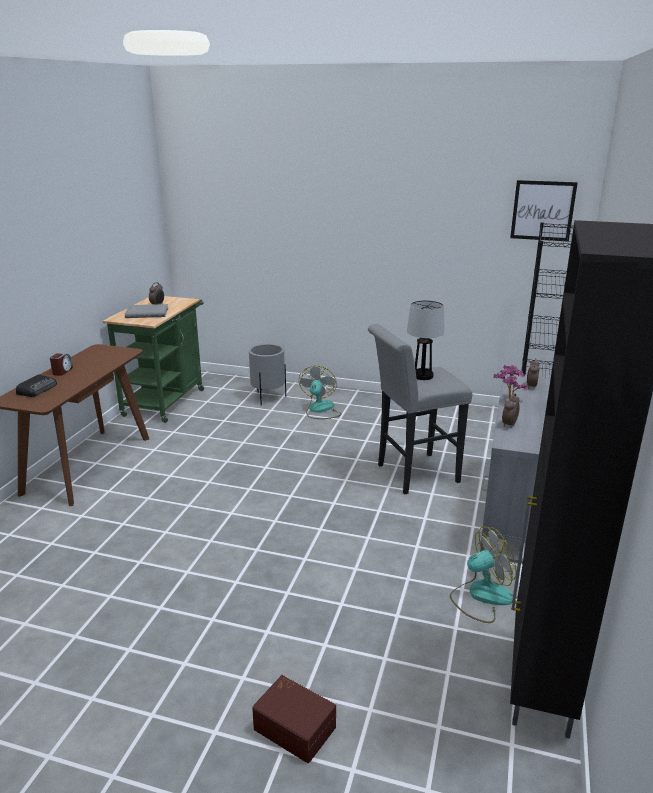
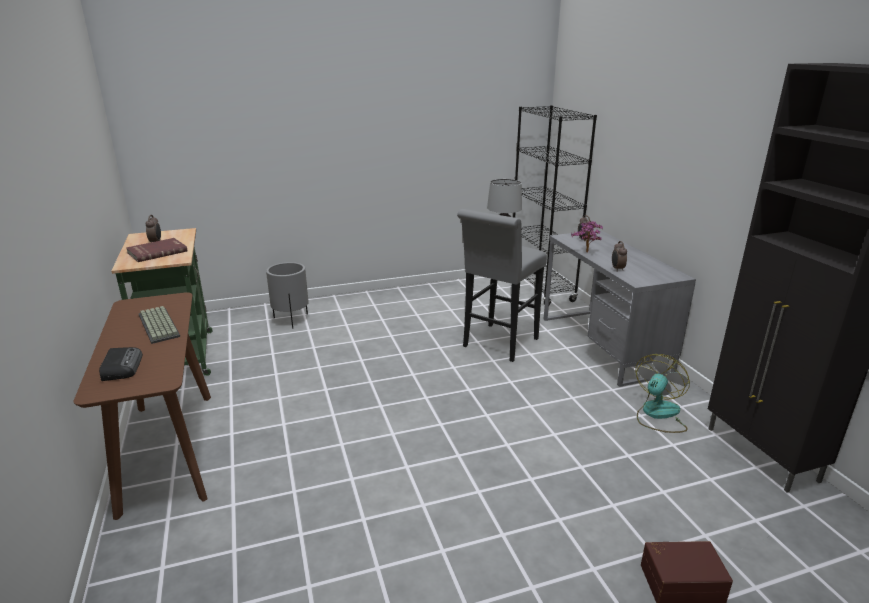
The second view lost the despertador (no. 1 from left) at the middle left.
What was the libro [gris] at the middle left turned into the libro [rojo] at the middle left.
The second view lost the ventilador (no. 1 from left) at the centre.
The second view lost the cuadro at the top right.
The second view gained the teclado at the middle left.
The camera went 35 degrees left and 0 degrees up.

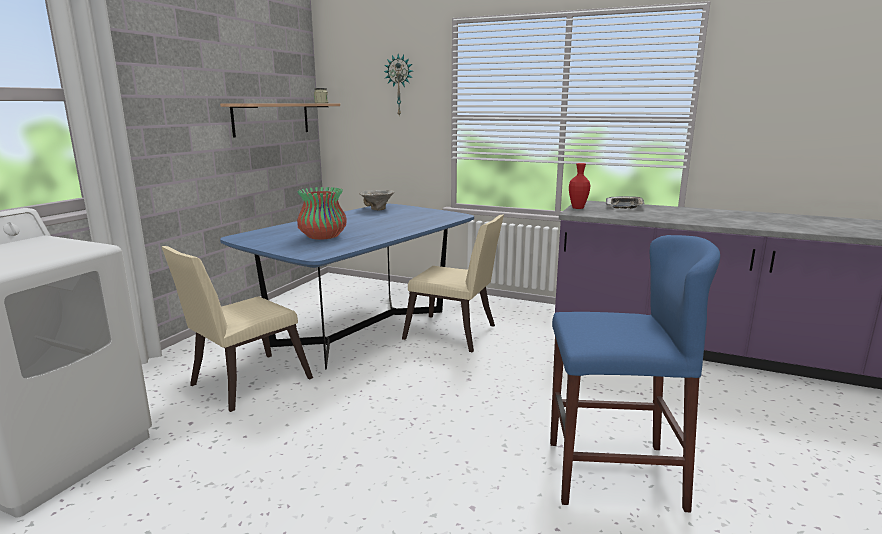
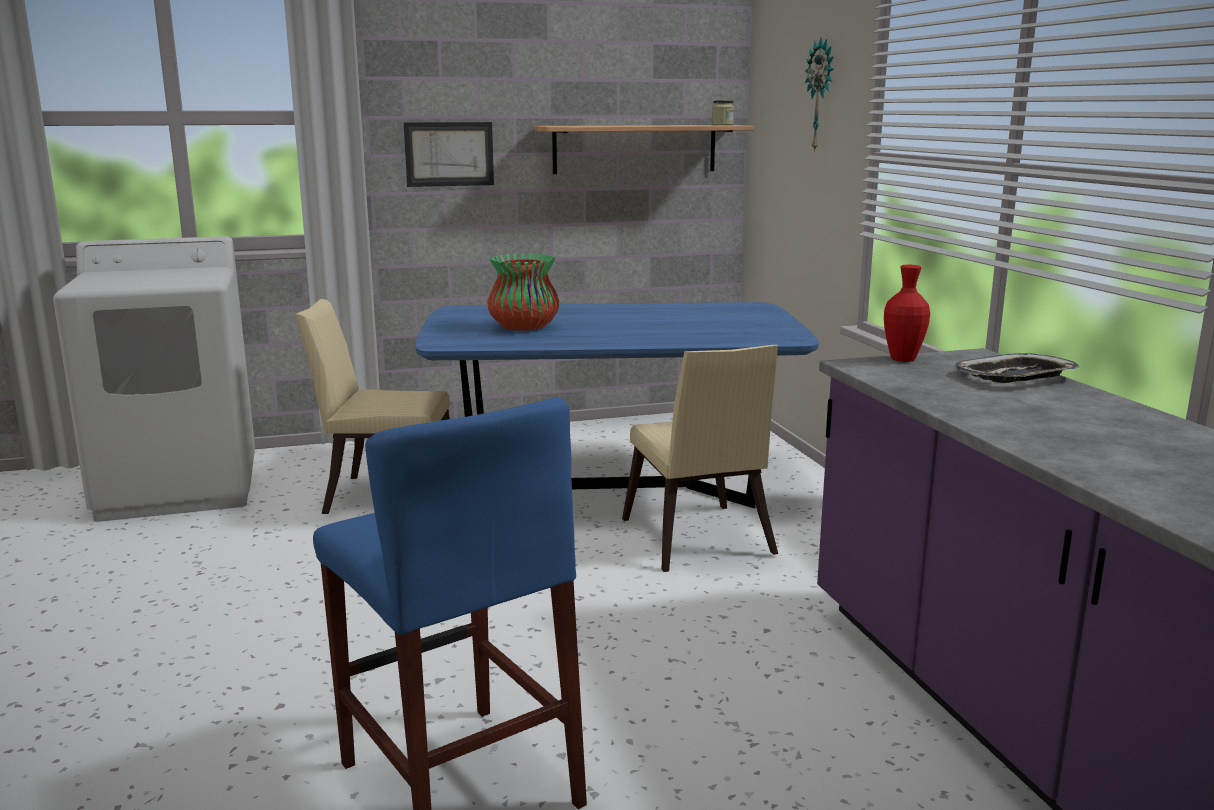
The second view lost the cuenco at the centre.
The second view gained the cuadro at the top centre.
The camera went 50 degrees right and 0 degrees up.

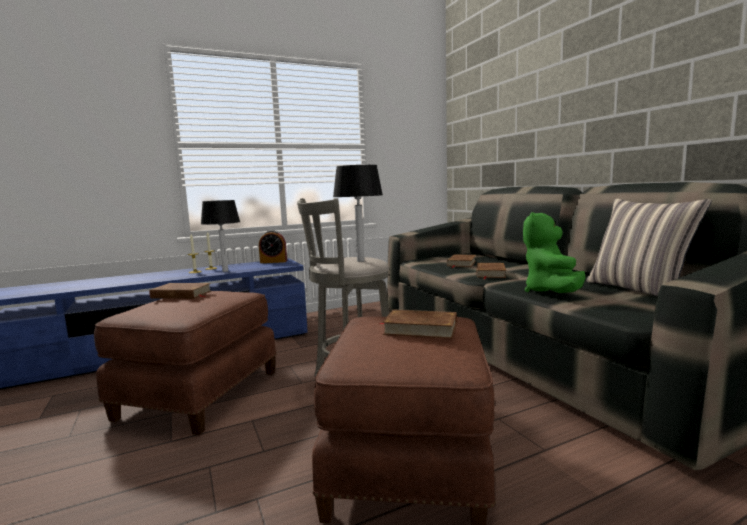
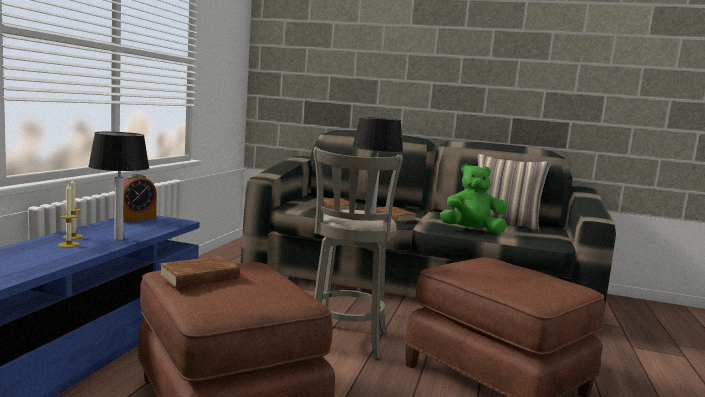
The second view lost the libro [marrón] (no. 2 from left) at the centre.
The peluche [verde] at the middle right ended up facing another way, 120 degrees clockwise from before.
The camera went 50 degrees left and 0 degrees up.

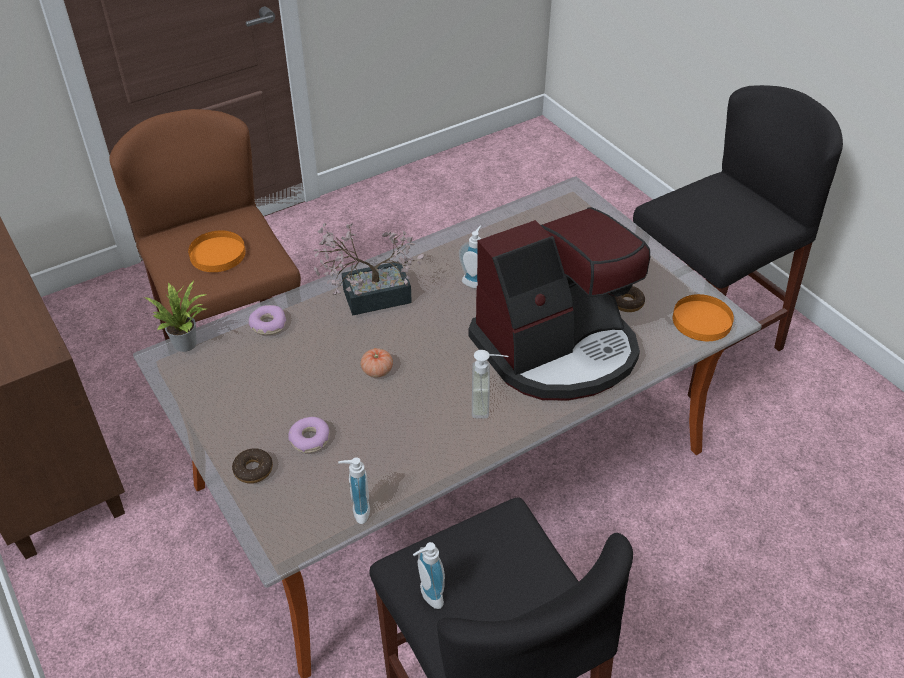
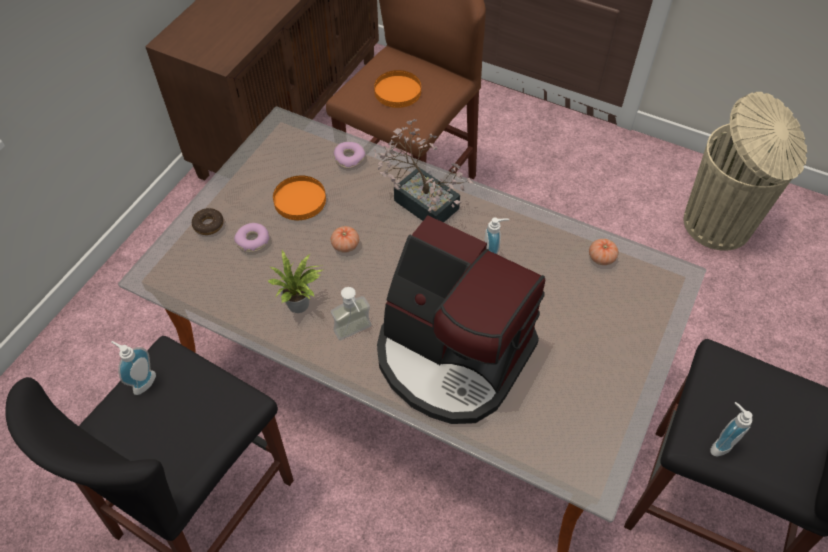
The planta en maceta (no. 1 from left) ended up elsewhere, having gone from the middle left to the centre.
The dispensador de jabón (no. 1 from left in the first image) ended up elsewhere, having gone from the bottom centre to the bottom right.
The second view lost the rosquilla (no. 4 from left) at the middle right.
The plato [naranja] (no. 2 from left in the first image) ended up elsewhere, having gone from the middle right to the centre.
The second view gained the tomate (no. 2 from left) at the middle right.
The second view gained the papelera [beis] at the top right.
The camera went 60 degrees right and 10 degrees up.

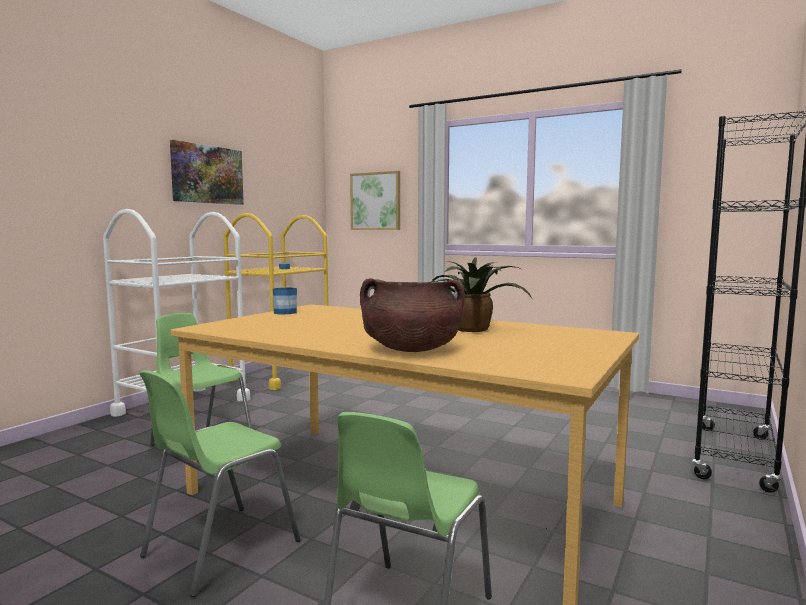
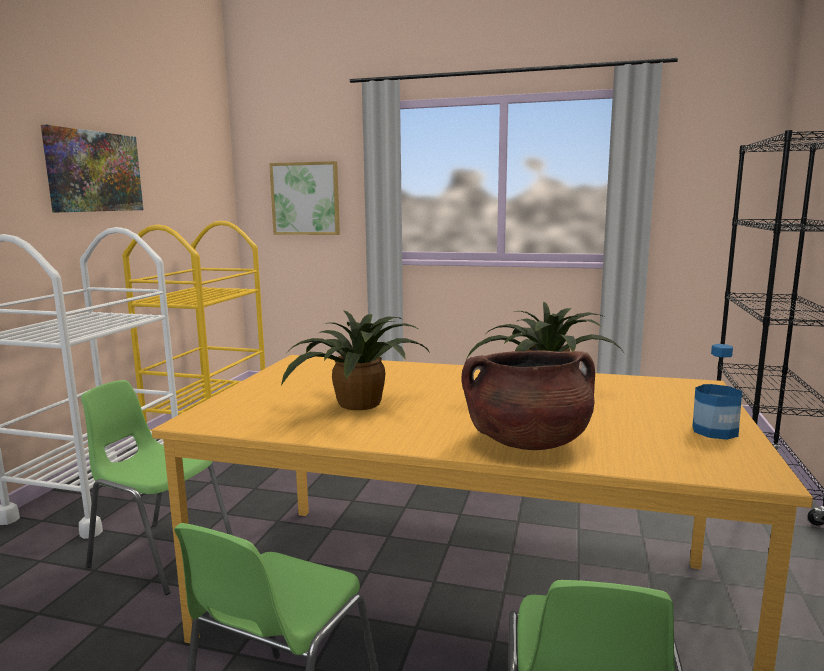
The botella ended up elsewhere, having gone from the centre to the middle right.
The second view gained the planta en maceta (no. 1 from left) at the centre.
The camera went 15 degrees left and 5 degrees up.

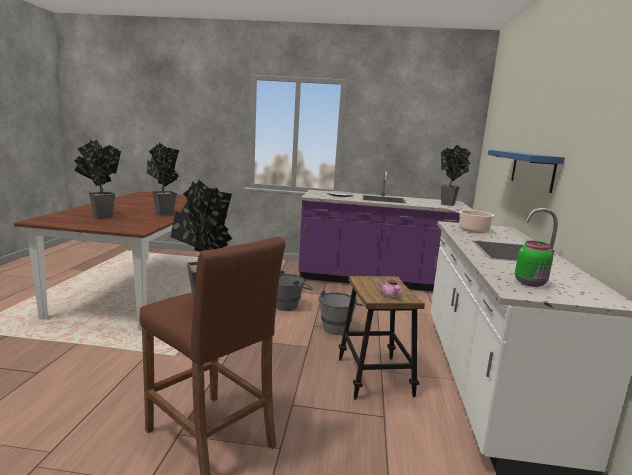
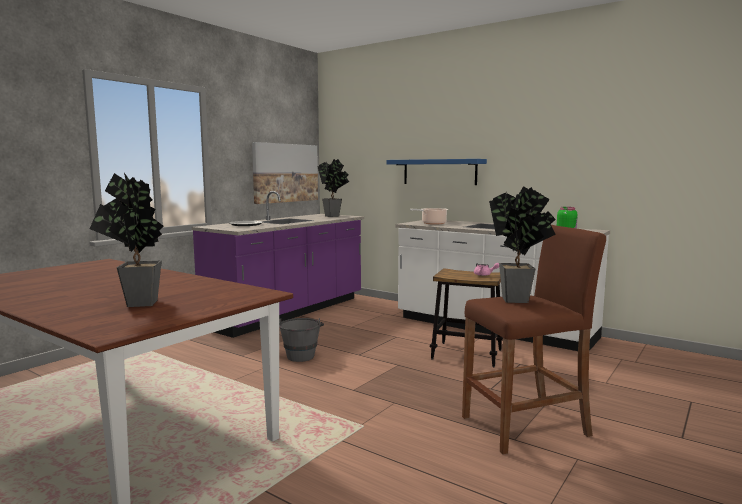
The second view lost the planta en maceta (no. 2 from left) at the middle left.
The second view lost the cubo [gris] (no. 2 from left) at the centre.
The second view gained the cuadro at the centre.
The camera went 60 degrees left and 5 degrees down.

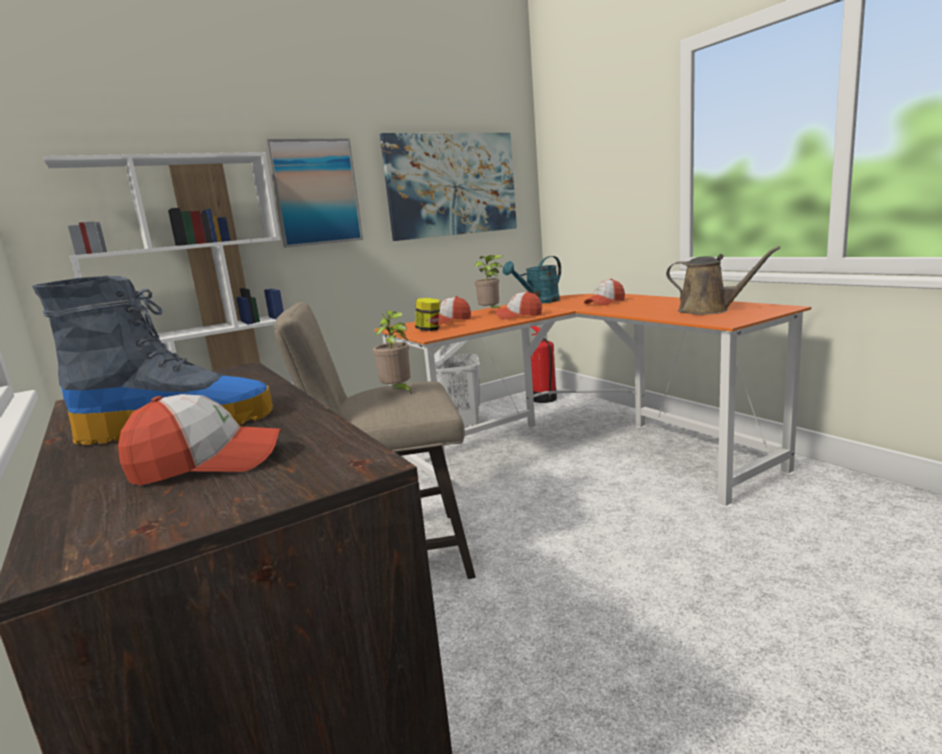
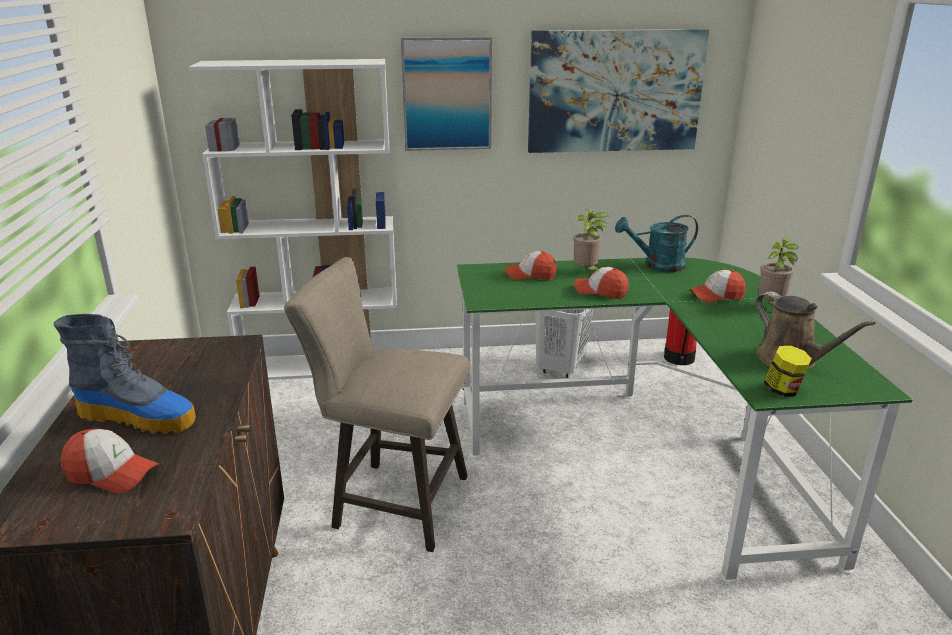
The planta en maceta (no. 1 from left in the first image) ended up elsewhere, having gone from the centre to the middle right.
What was the escritorio [naranja] at the centre turned into the escritorio [verde] at the middle right.
The tarro ended up elsewhere, having gone from the centre to the middle right.
The camera went 25 degrees right and 10 degrees up.

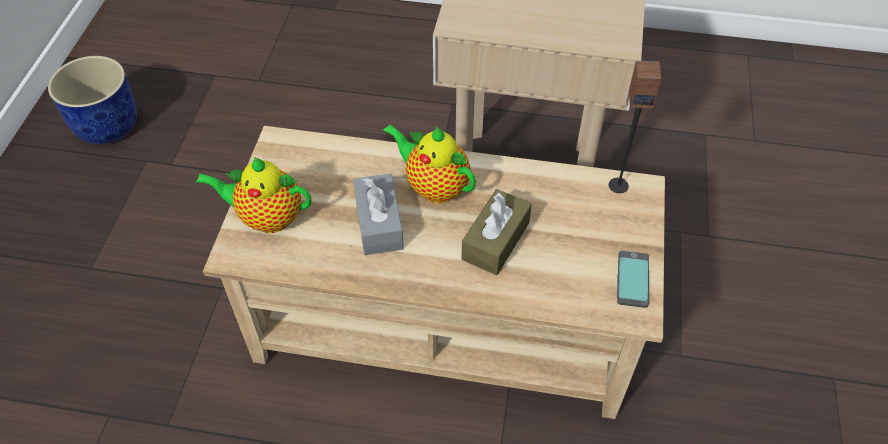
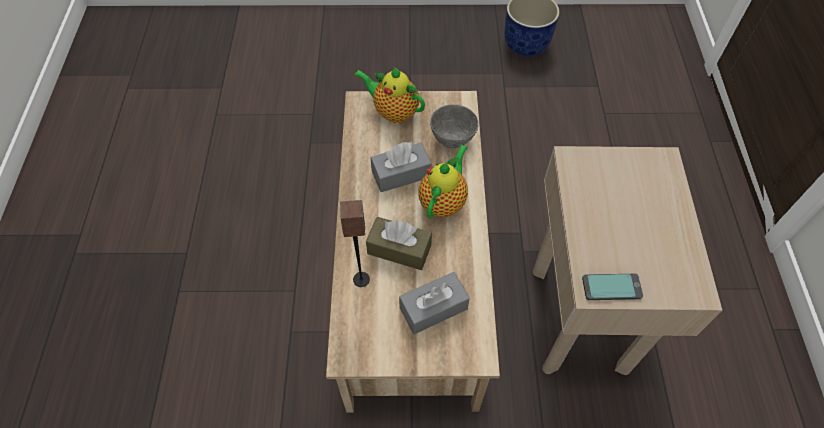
The tetera (no. 1 from left) at the middle left ended up facing another way, 60 degrees counterclockwise from before.
The altavoz ended up elsewhere, having gone from the top right to the centre.
The móvil ended up elsewhere, having gone from the middle right to the bottom right.
The second view gained the caja de pañuelos [gris] (no. 2 from left) at the bottom centre.
The second view gained the cuenco [gris] at the top centre.
The camera went 80 degrees right and 5 degrees up.

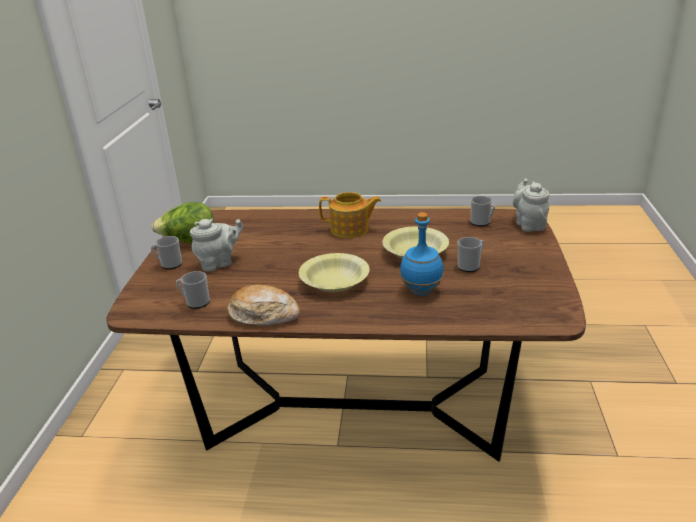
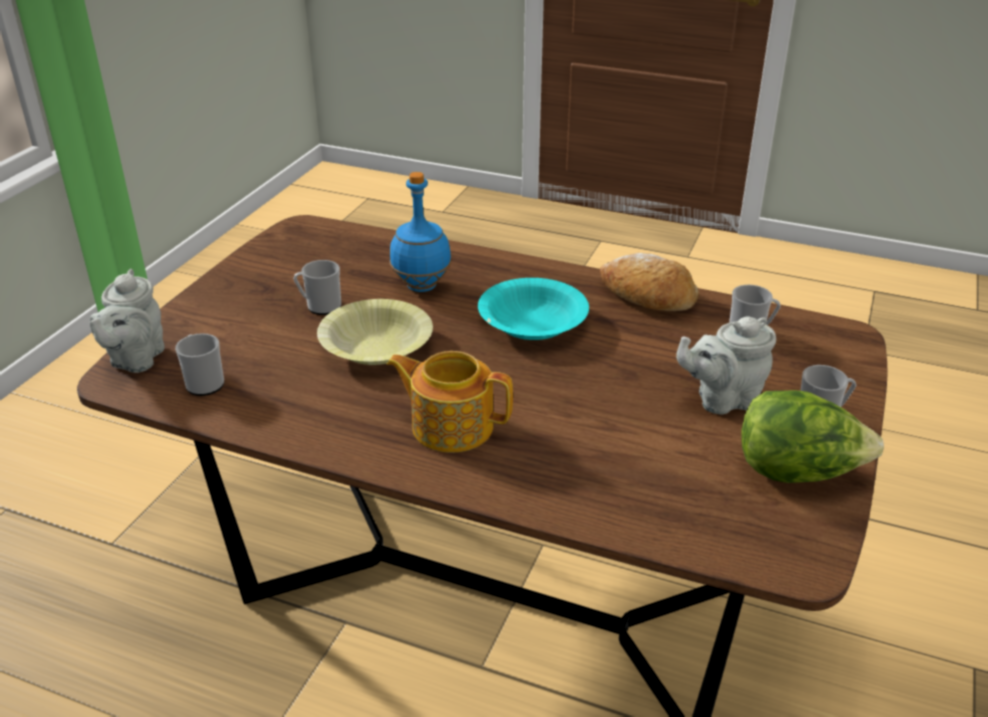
What was the cuenco [amarillo] (no. 1 from left) at the centre turned into the cuenco [turquesa] at the centre.
The camera went 165 degrees left and 5 degrees up.

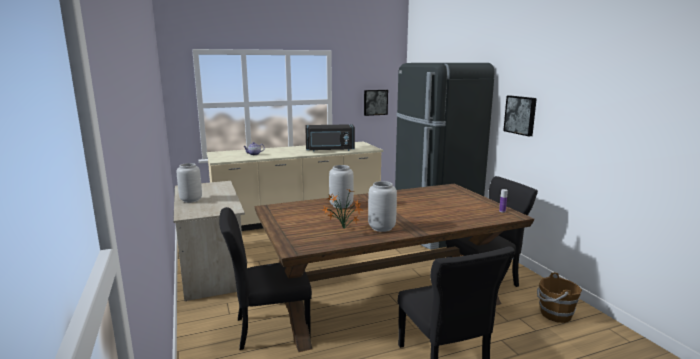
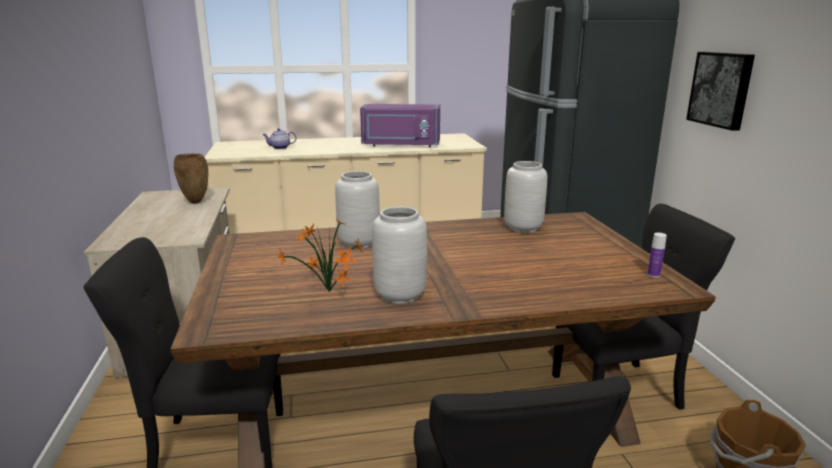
The florero [gris] (no. 1 from left in the first image) ended up elsewhere, having gone from the middle left to the centre.
What was the microondas [negro] at the centre turned into the microondas [morado] at the top centre.
The second view lost the cuadro (no. 1 from left) at the top centre.
The second view gained the florero [marrón] at the middle left.
The camera went 10 degrees right and 5 degrees up.

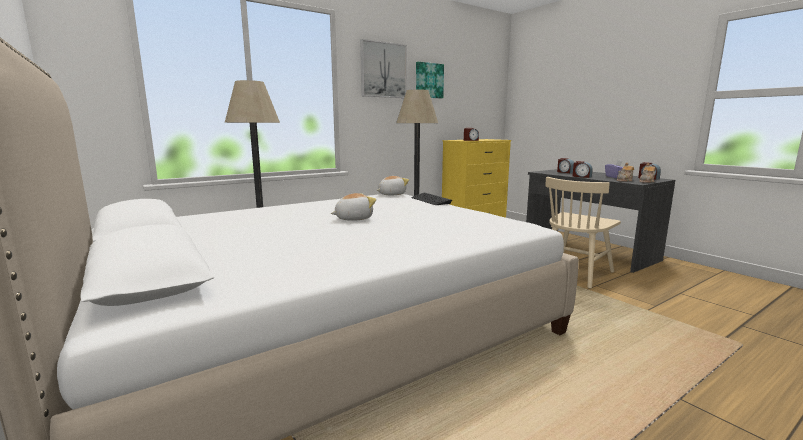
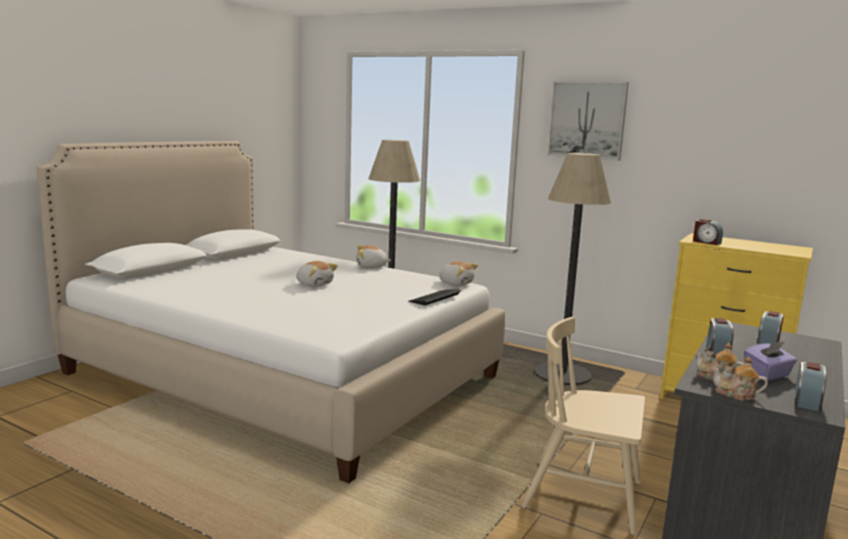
The second view lost the cuadro (no. 2 from left) at the top centre.
The second view gained the peluche (no. 2 from left) at the centre.
The camera went 65 degrees right and 0 degrees up.

